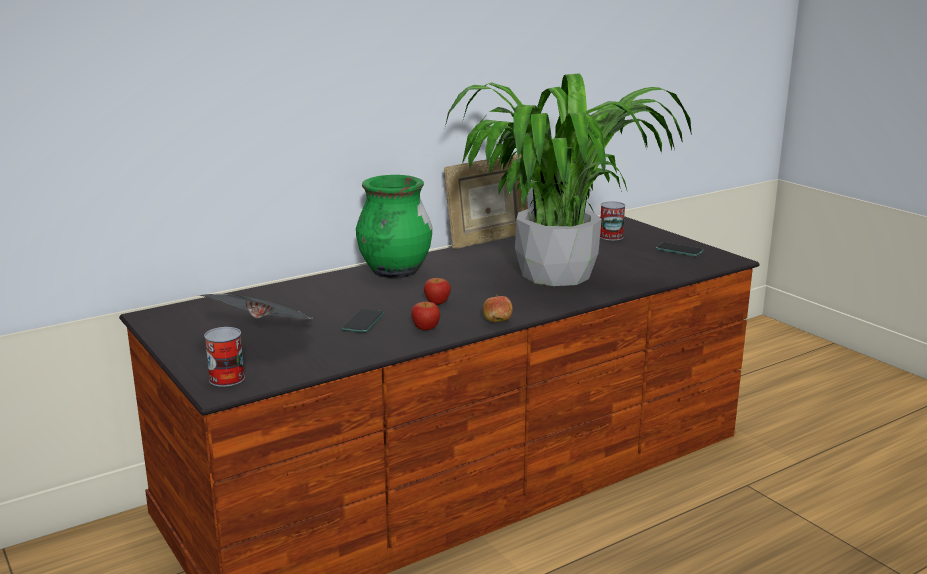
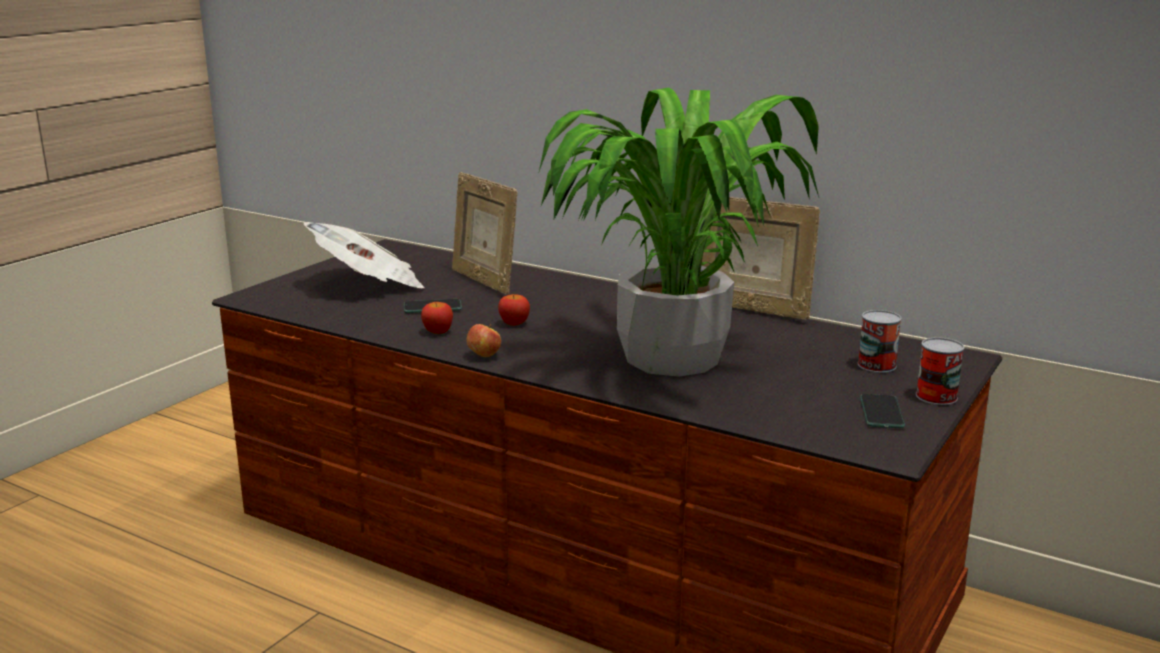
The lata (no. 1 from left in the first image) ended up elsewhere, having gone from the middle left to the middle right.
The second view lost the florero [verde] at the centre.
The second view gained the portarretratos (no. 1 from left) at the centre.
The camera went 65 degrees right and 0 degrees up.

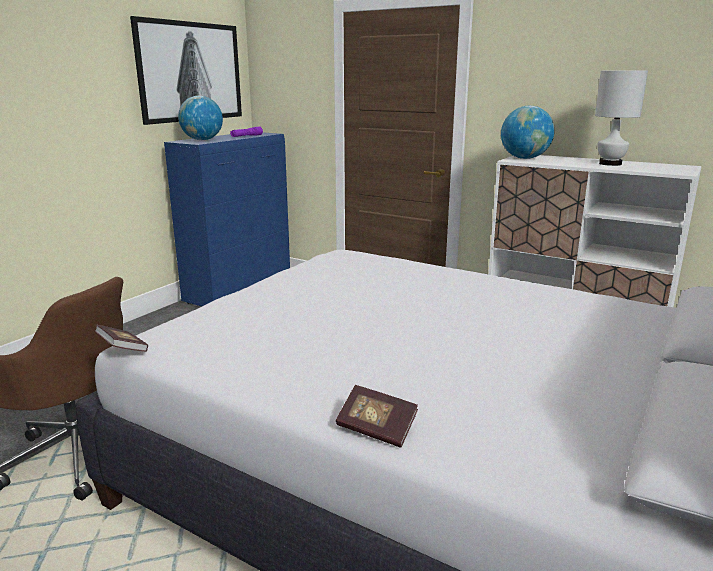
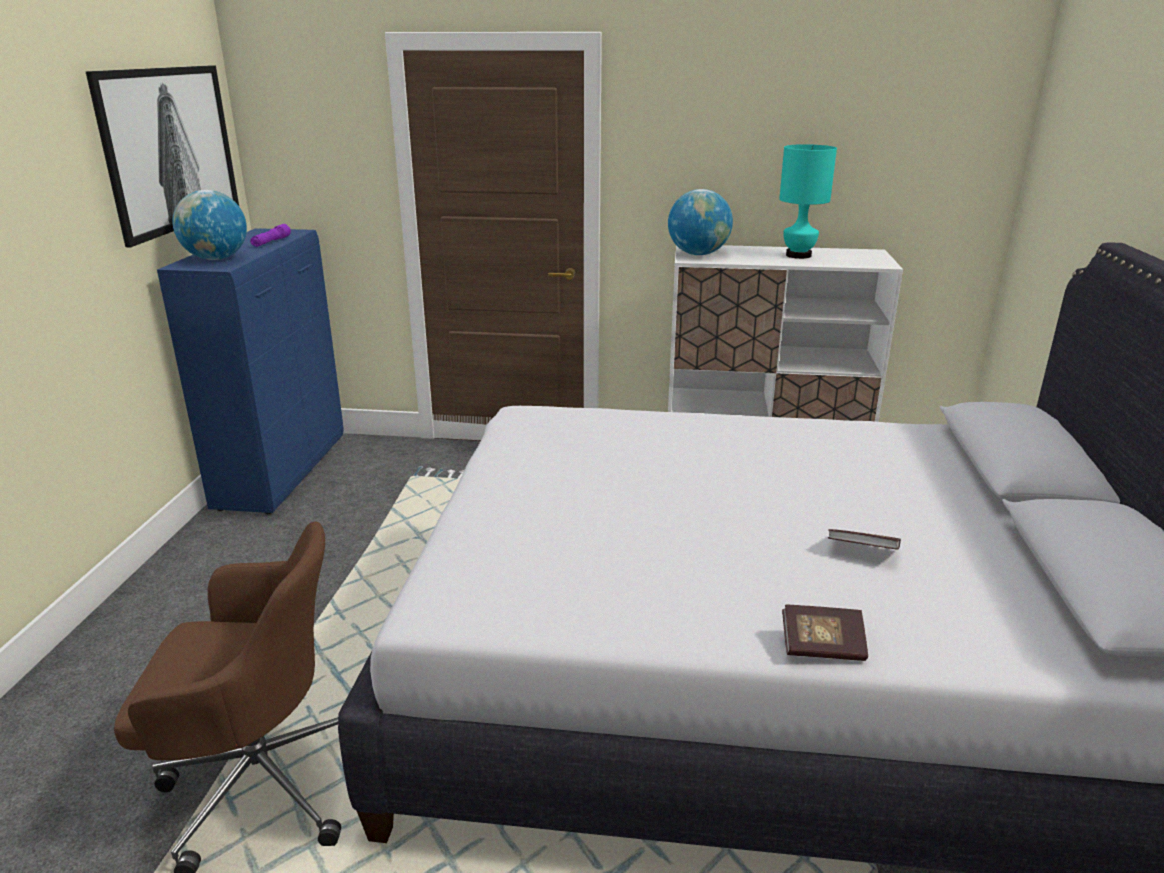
The libro (no. 1 from left in the first image) ended up elsewhere, having gone from the middle left to the middle right.
What was the lámpara de mesa [blanco] at the top right turned into the lámpara de mesa [turquesa] at the top right.
The camera went 25 degrees left and 5 degrees up.

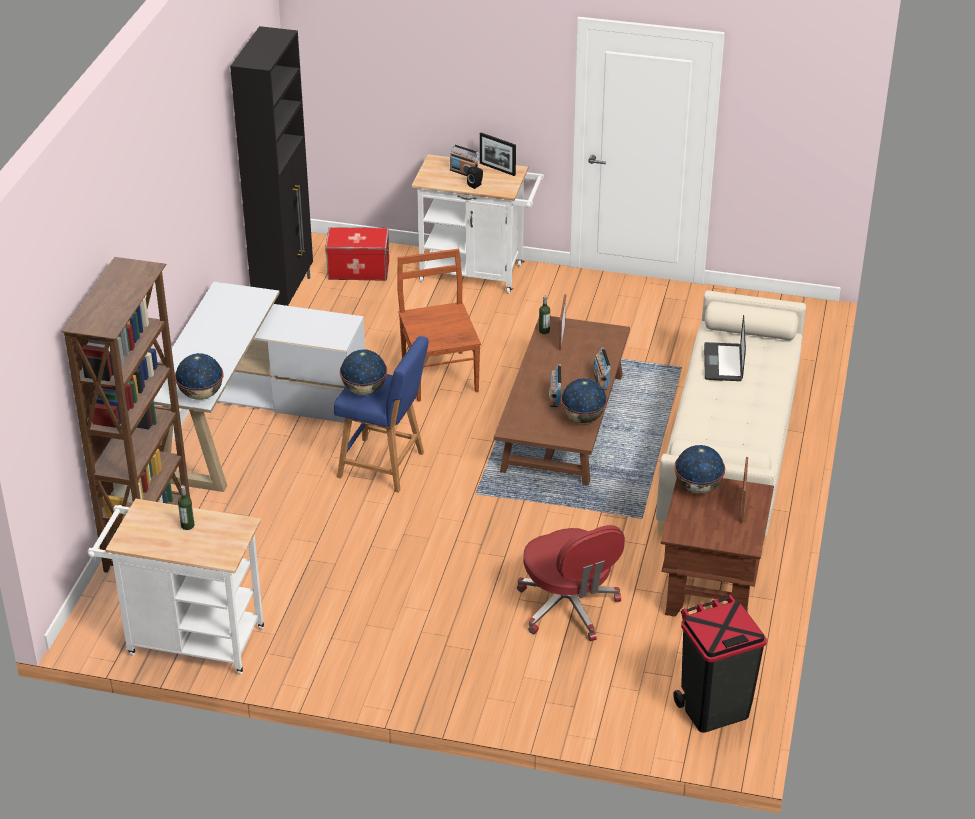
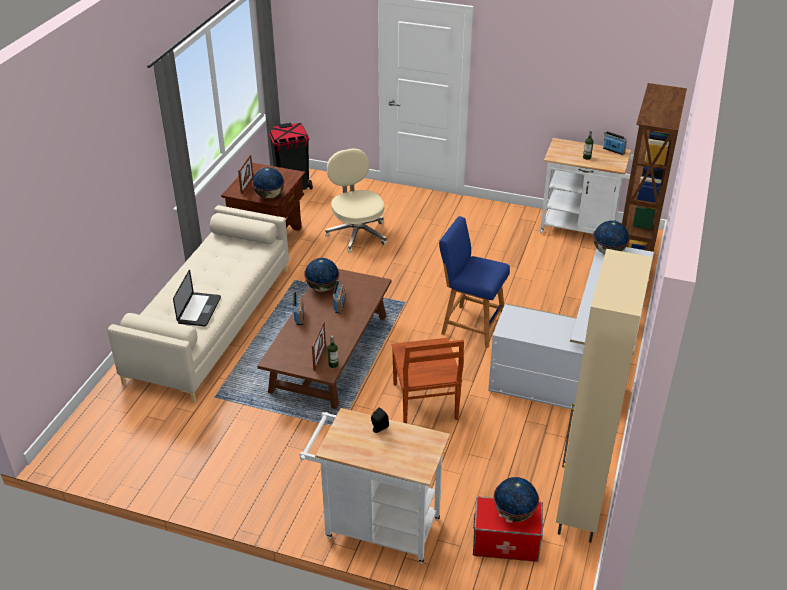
What was the armario [negro] at the top left turned into the armario [beis] at the bottom right.
The globo terráqueo (no. 2 from left in the first image) ended up elsewhere, having gone from the centre to the bottom centre.
The radio (no. 1 from left in the first image) ended up elsewhere, having gone from the top centre to the top right.
The second view lost the portarretratos (no. 1 from left) at the top centre.
What was the silla de oficina [rojo] at the bottom centre turned into the silla de oficina [beis] at the centre.
The camera went 175 degrees left and 0 degrees up.

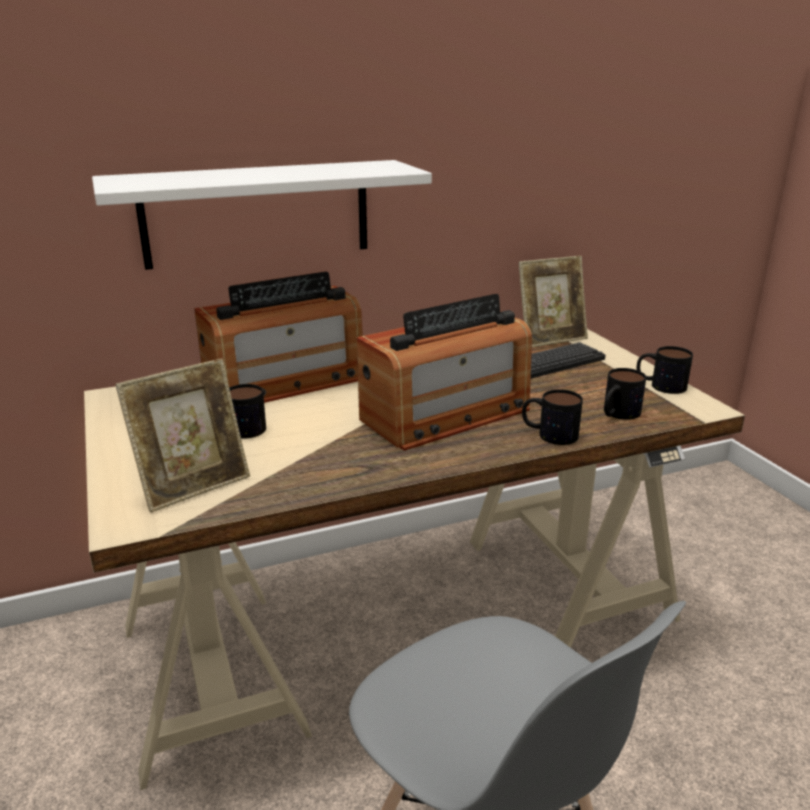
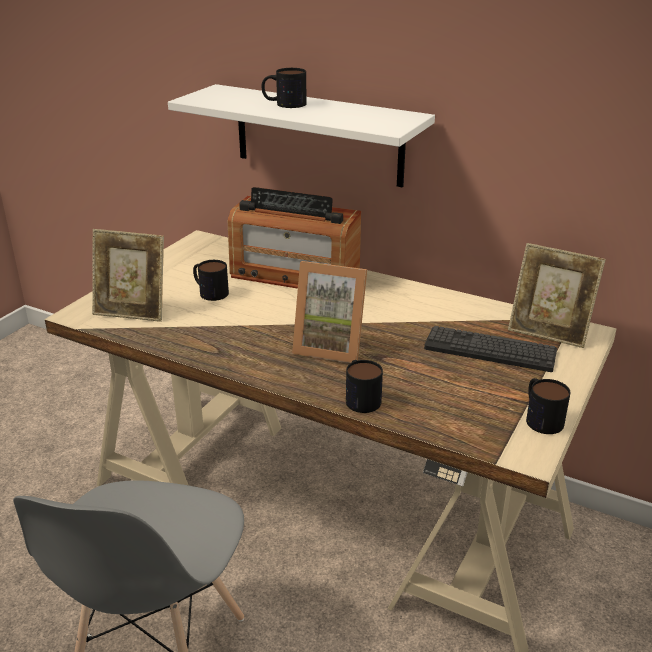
Where the radio (no. 2 from left) stood at the centre, the portarretratos (no. 2 from left) came to stand at the centre.
The taza grande (no. 3 from left in the first image) ended up elsewhere, having gone from the middle right to the top centre.
The camera went 50 degrees right and 5 degrees up.

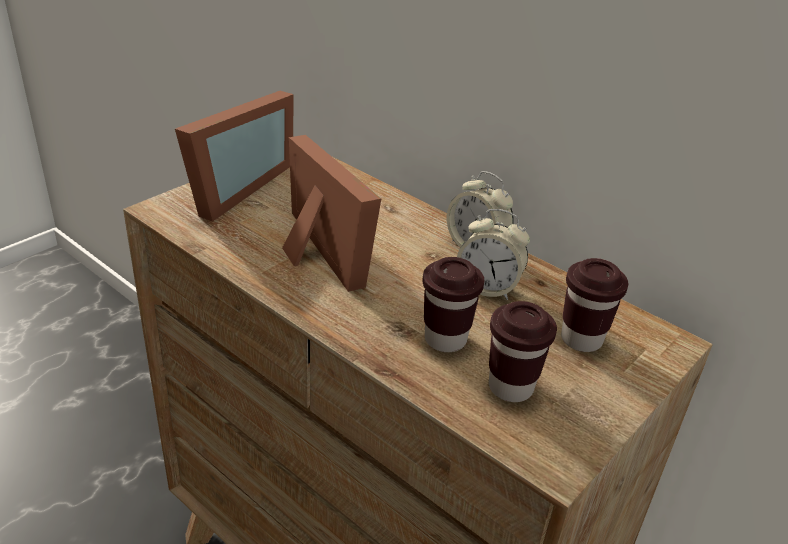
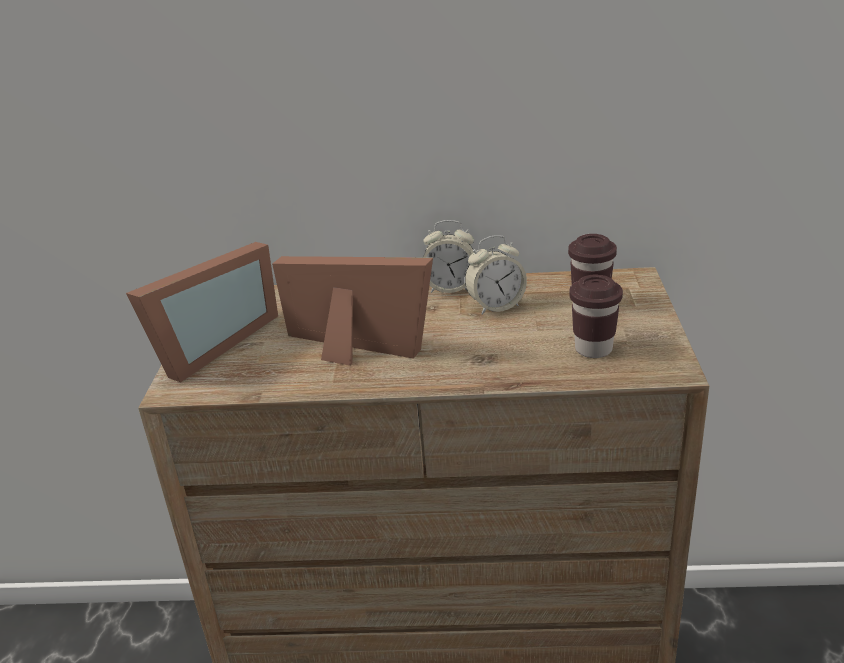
The portarretratos (no. 1 from left) at the top left ended up facing another way, 45 degrees clockwise from before.
The second view lost the taza [marrón] (no. 1 from left) at the centre.
The camera went 35 degrees left and 5 degrees down.

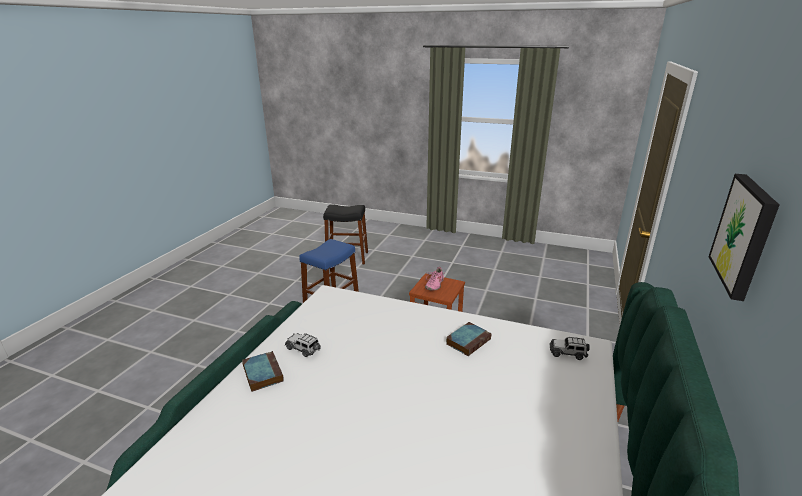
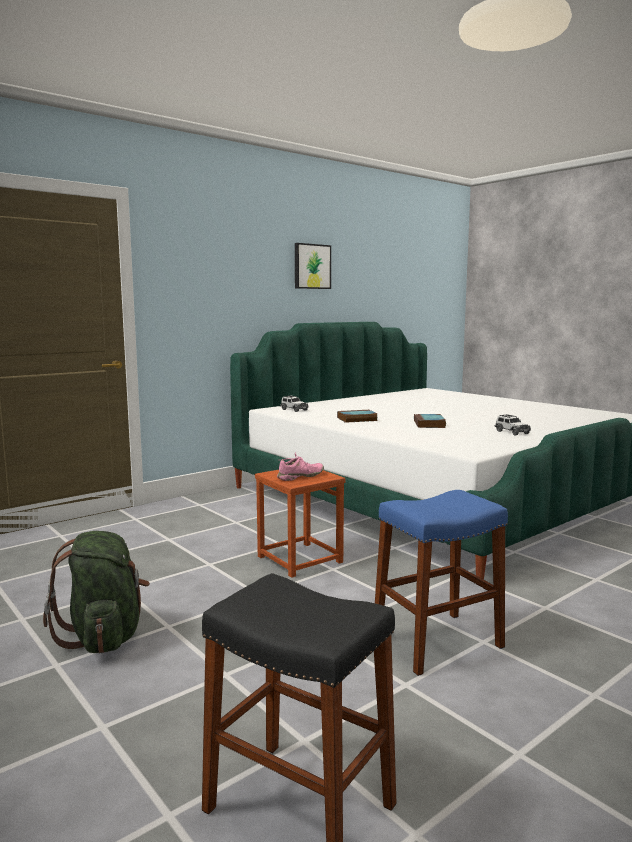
The libro (no. 1 from left in the first image) ended up elsewhere, having gone from the bottom left to the middle right.
The second view gained the mochila [verde] at the bottom left.
The camera went 150 degrees left and 15 degrees down.

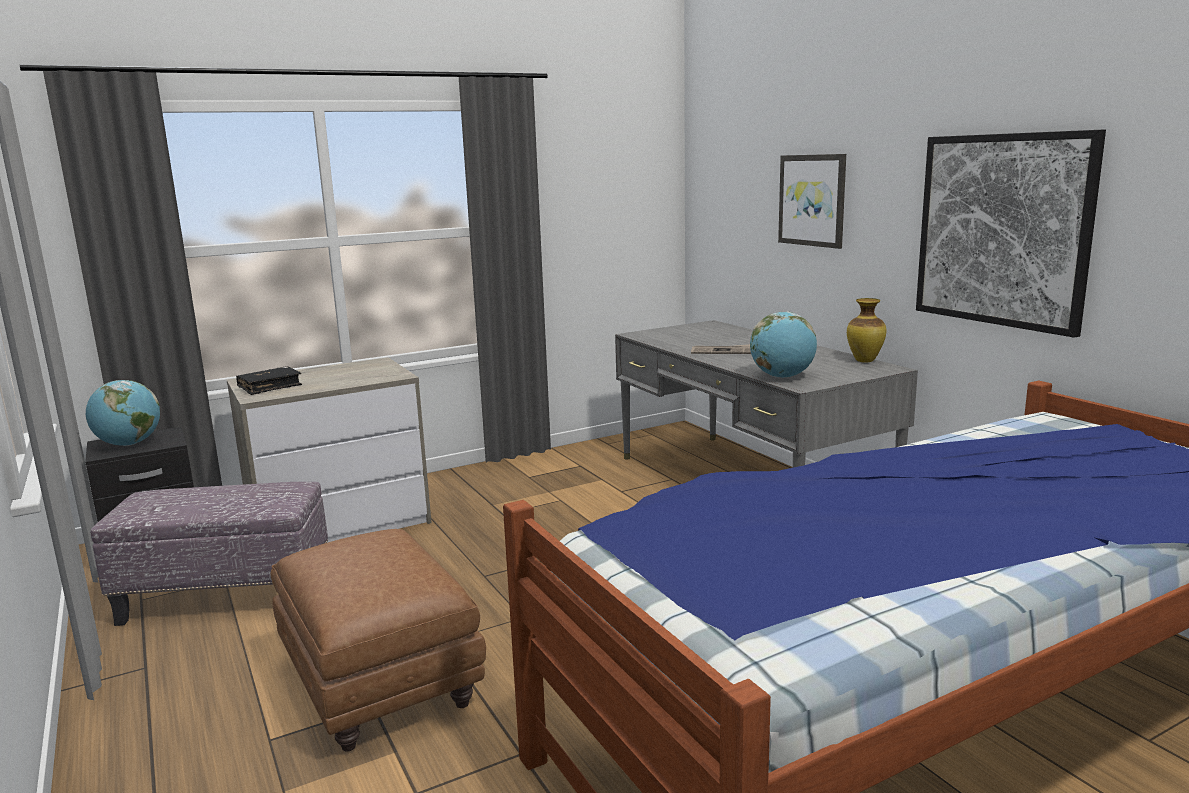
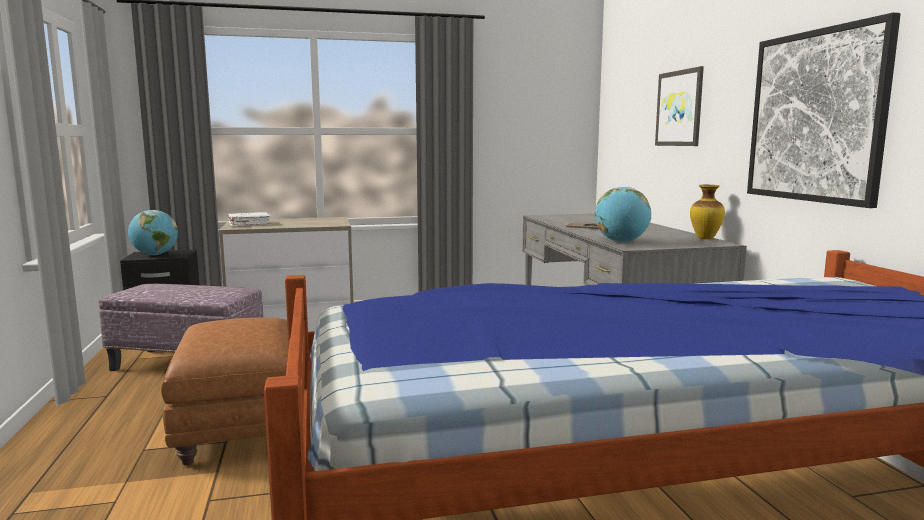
What was the libro [negro] at the middle left turned into the libro [blanco] at the middle left.
The camera went 15 degrees right and 5 degrees down.

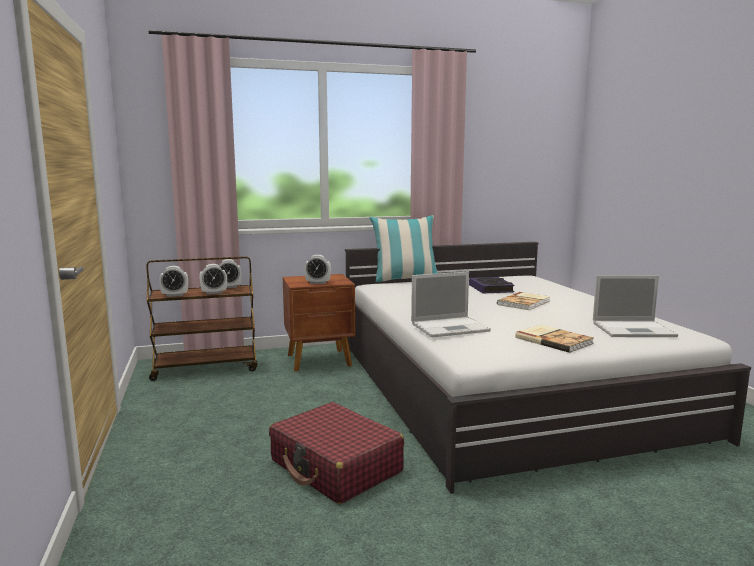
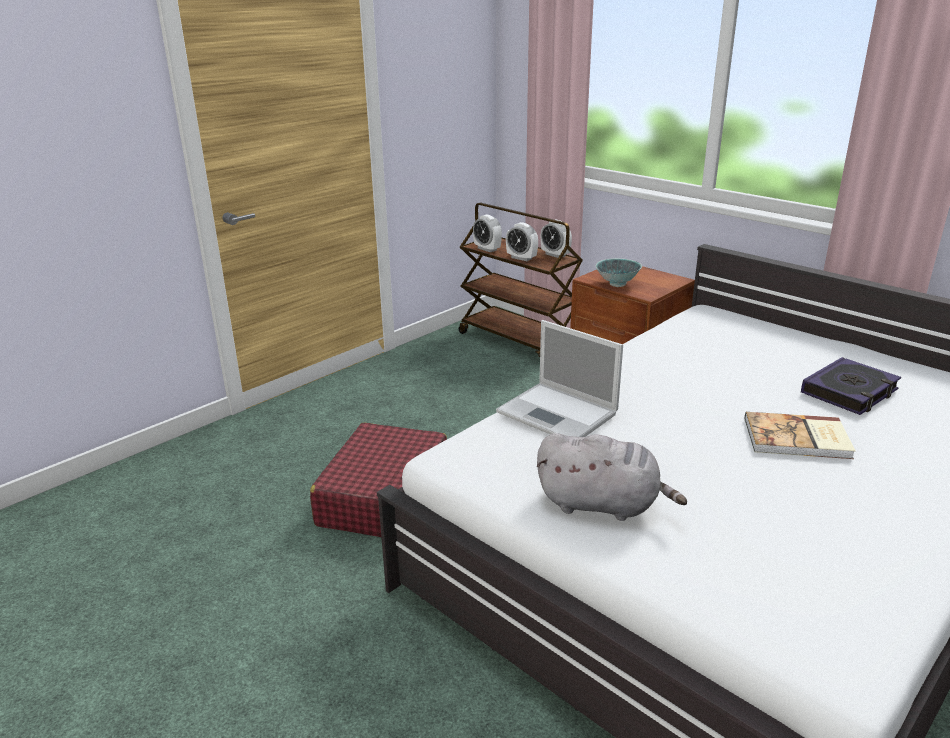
Where the despertador (no. 4 from left) stood at the centre, the cuenco came to stand at the centre.
The second view lost the cojín at the centre.
Where the libro (no. 3 from left) stood at the middle right, the peluche [gris] came to stand at the centre.
The second view lost the portátil (no. 2 from left) at the middle right.
The camera went 60 degrees right and 15 degrees up.

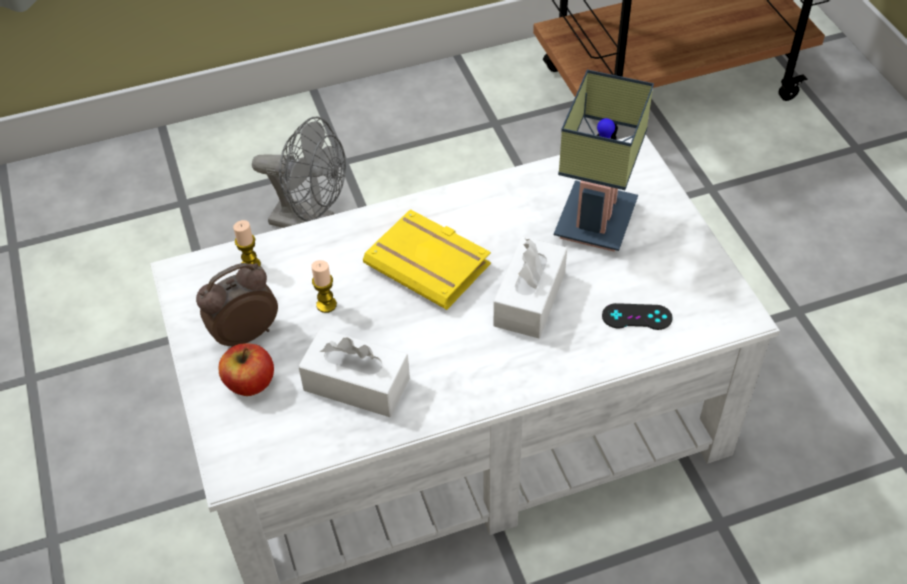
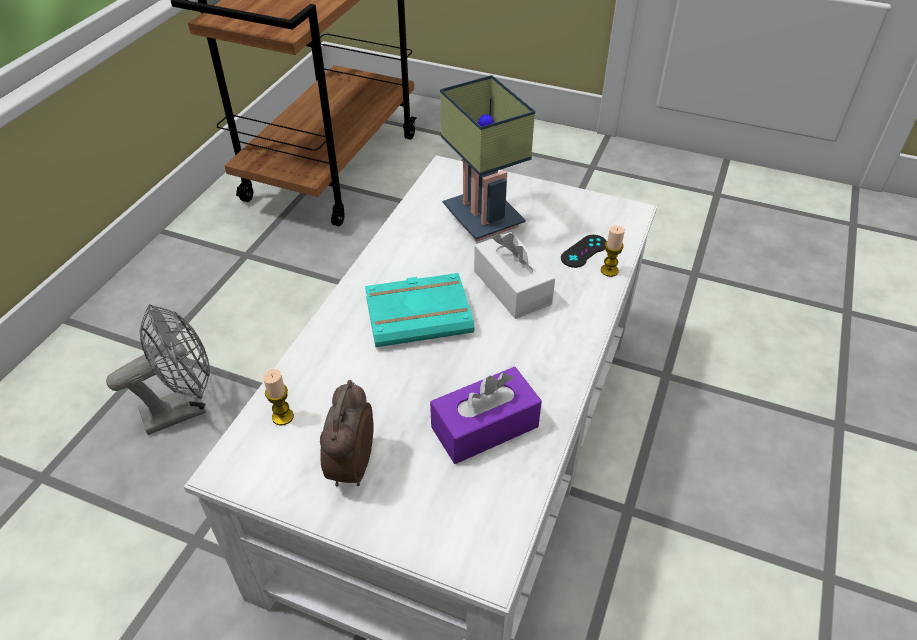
The second view lost the manzana at the middle left.
What was the caja de pañuelos [blanco] (no. 1 from left) at the centre turned into the caja de pañuelos [morado] at the centre.
The vela (no. 2 from left) ended up elsewhere, having gone from the centre to the middle right.
What was the libro [amarillo] at the centre turned into the libro [turquesa] at the centre.
The camera went 50 degrees left and 5 degrees down.

